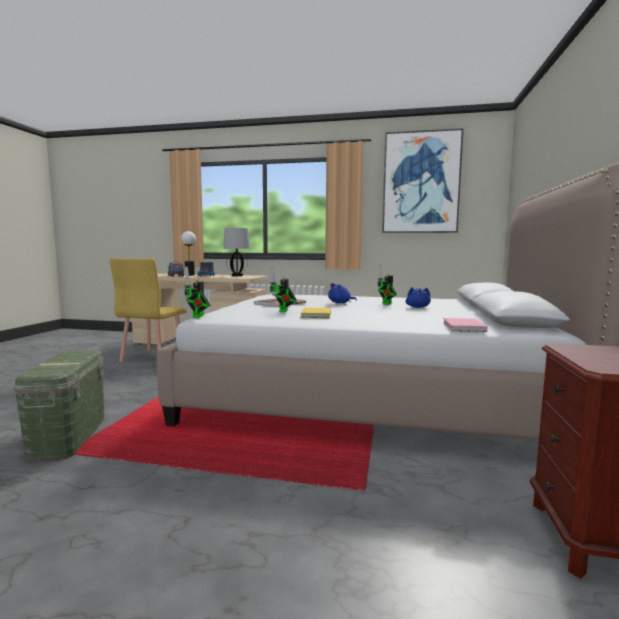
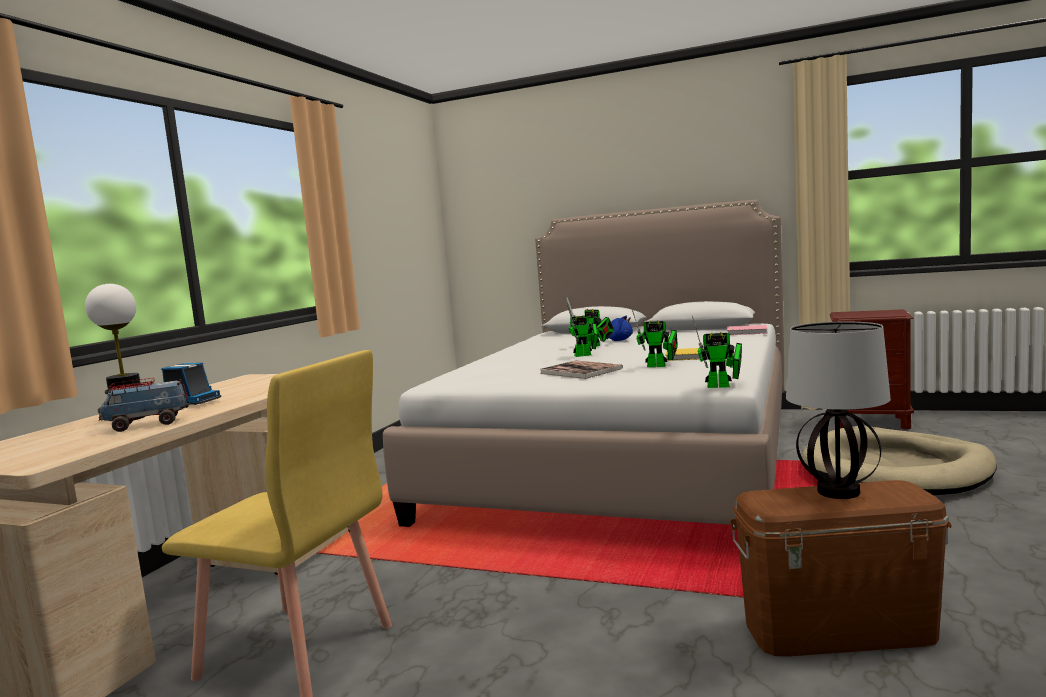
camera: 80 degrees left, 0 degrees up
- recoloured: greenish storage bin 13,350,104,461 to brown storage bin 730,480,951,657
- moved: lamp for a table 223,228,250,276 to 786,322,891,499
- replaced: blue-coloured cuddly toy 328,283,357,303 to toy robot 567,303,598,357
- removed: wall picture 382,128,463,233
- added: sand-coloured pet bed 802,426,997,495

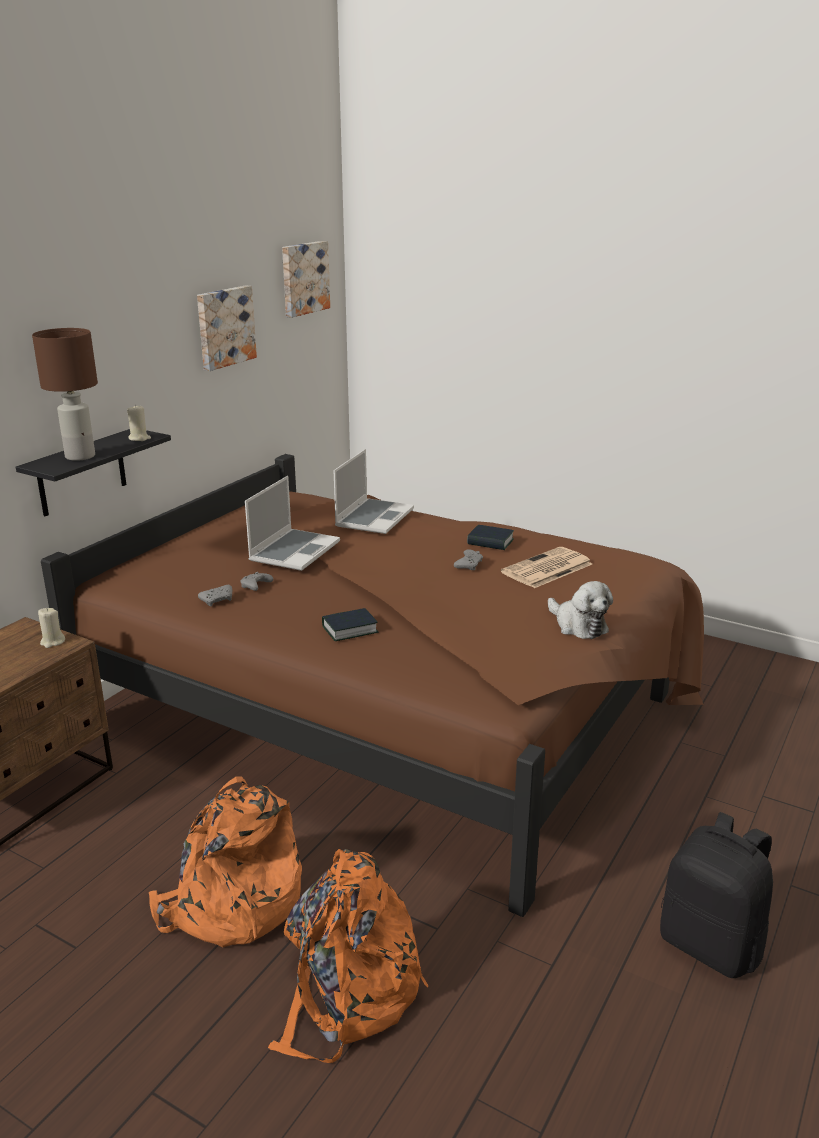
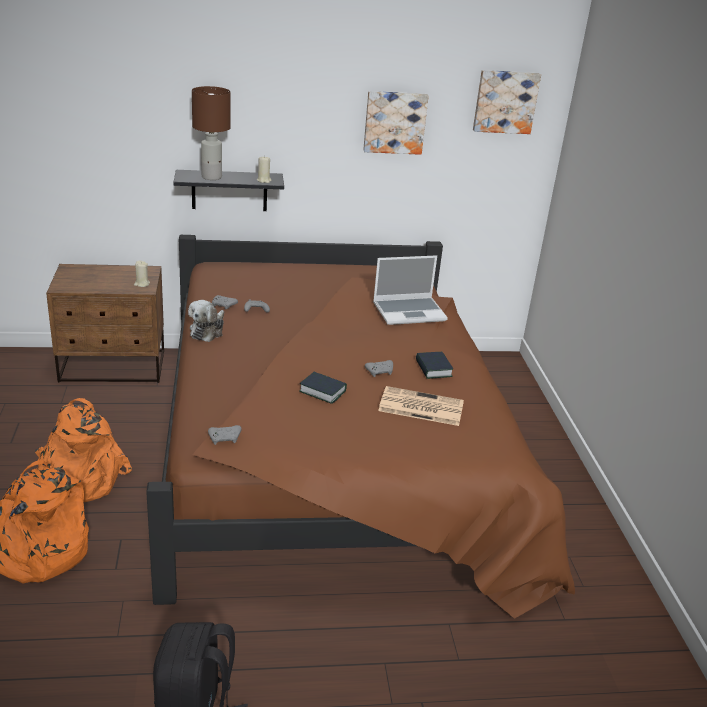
camera: 50 degrees right, 5 degrees up
- removed: notebook computer 245,476,340,571
- moved: book 322,608,379,641 to 299,372,347,404
- moved: cuddly toy 548,581,613,639 to 188,300,224,342
- added: grey game controller 208,425,242,445

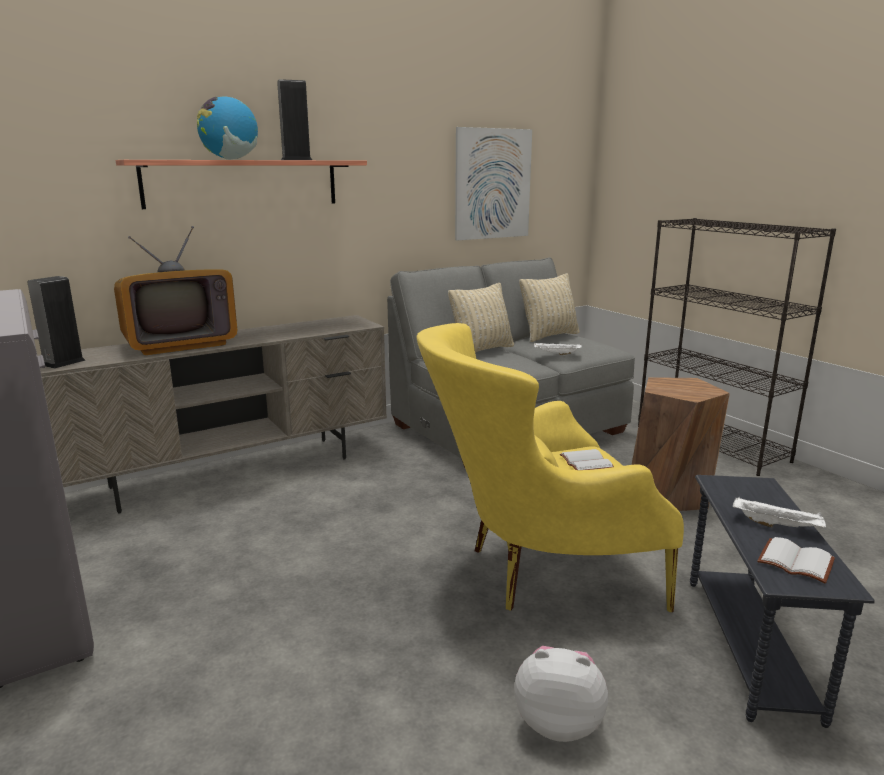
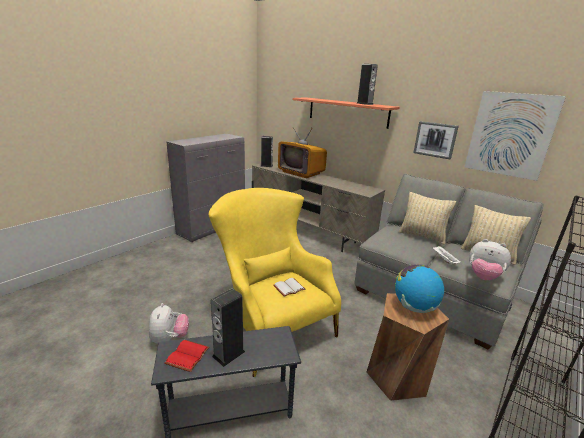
camera: 70 degrees right, 5 degrees up
- moved: desk globe 197,97,258,160 to 395,264,444,313
- replaced: white serving tray 733,497,826,528 to audio speaker 211,288,245,367
- recoloured: white book 757,537,835,584 to red book 165,340,209,372
- added: wall picture 413,121,459,159
- added: cuddly toy 469,239,511,280

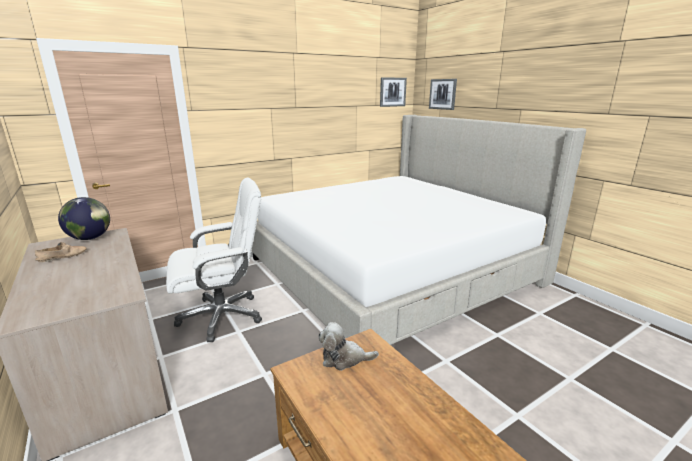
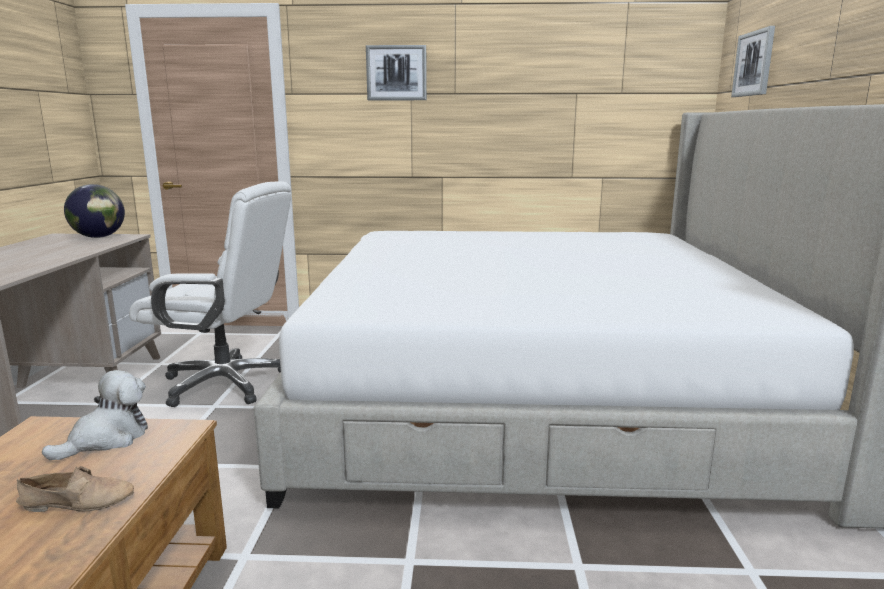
camera: 35 degrees right, 5 degrees down
- moved: sand-coloured item of footwear 35,242,87,262 to 16,466,134,512
- turned: cuddly toy 318,322,379,371 = 42,370,148,460 90 degrees clockwise
- moved: wall picture 380,77,407,107 to 366,45,427,100

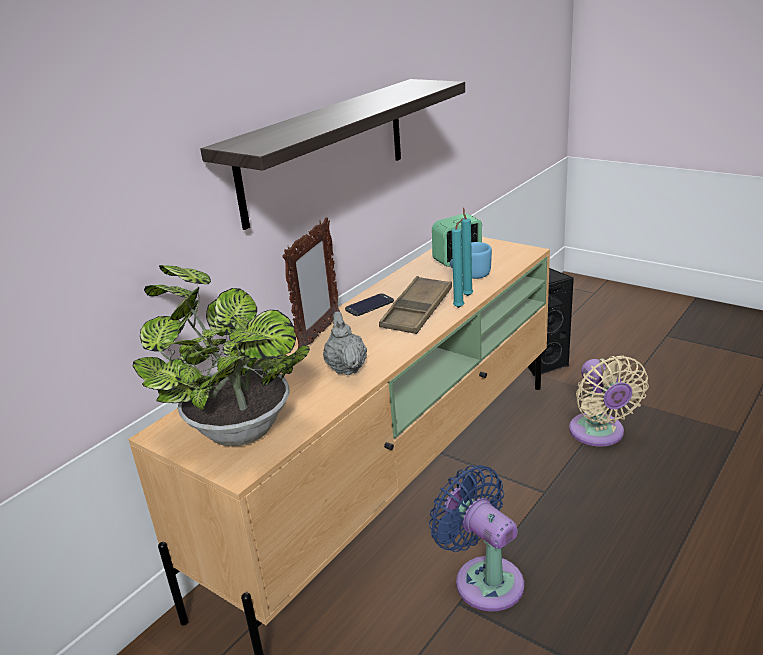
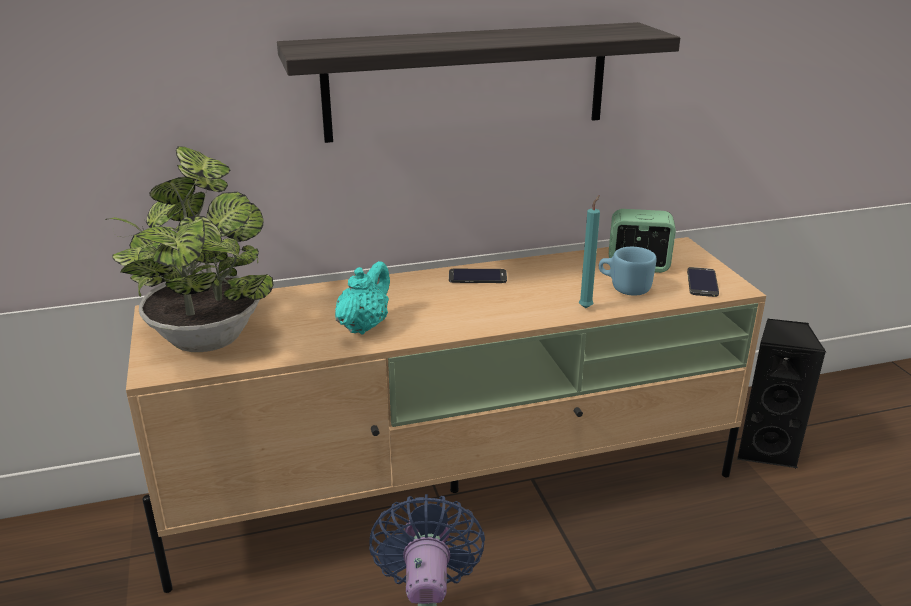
camera: 35 degrees right, 0 degrees up
- removed: picture frame 282,218,340,348
- recoloured: grey pot for tea 323,311,367,375 to blue-green pot for tea 335,261,390,334
- removed: brown serving tray 379,276,452,334
- removed: blue-green candle 452,218,464,308
- removed: sand-coloured cooling fan 569,355,649,447
- added: phone 687,267,719,297

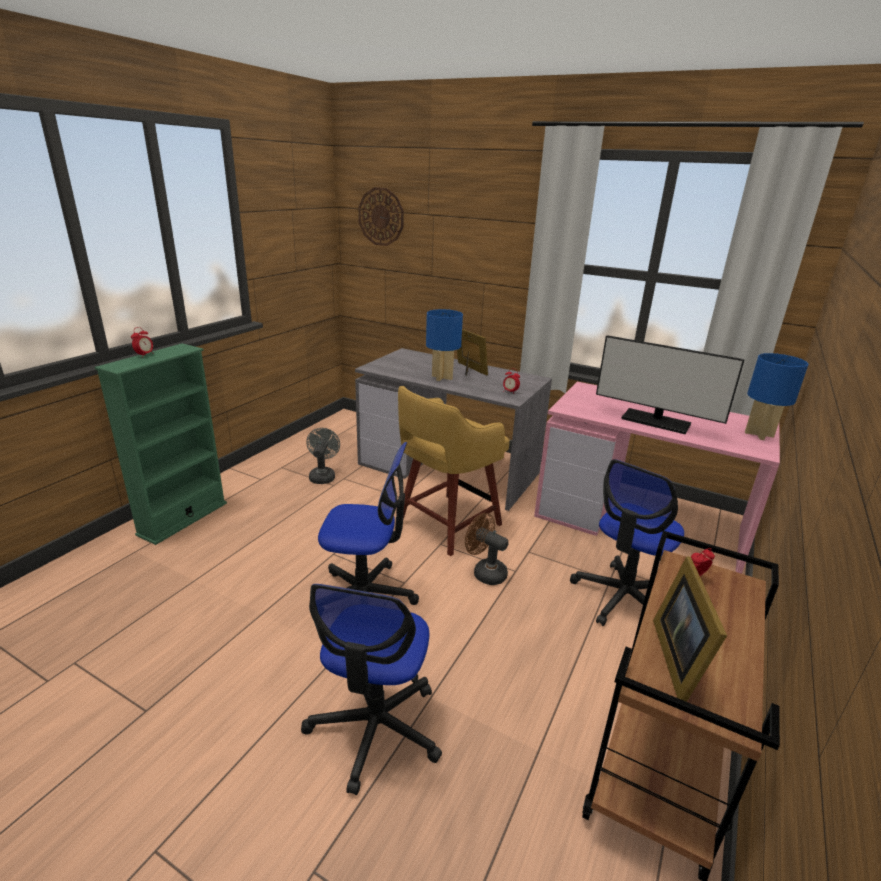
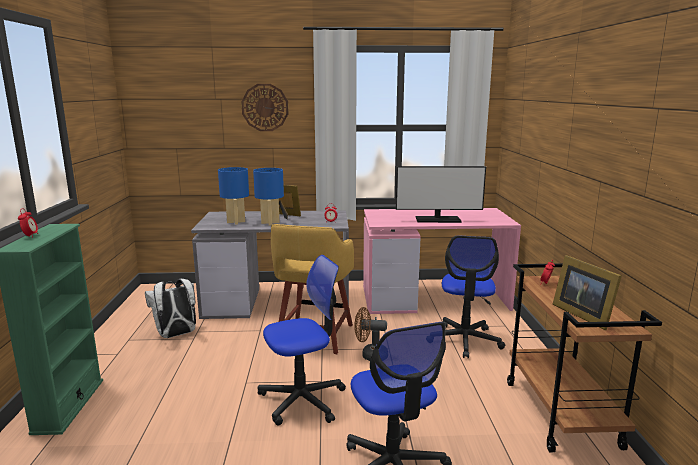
camera: 30 degrees left, 10 degrees down
- replaced: grey cooling fan 306,428,340,484 to white rucksack 145,279,196,338
- moved: wall clock 358,187,404,246 to 241,84,289,131
- moved: blue-coloured lamp for a table 745,353,808,440 to 218,167,249,225

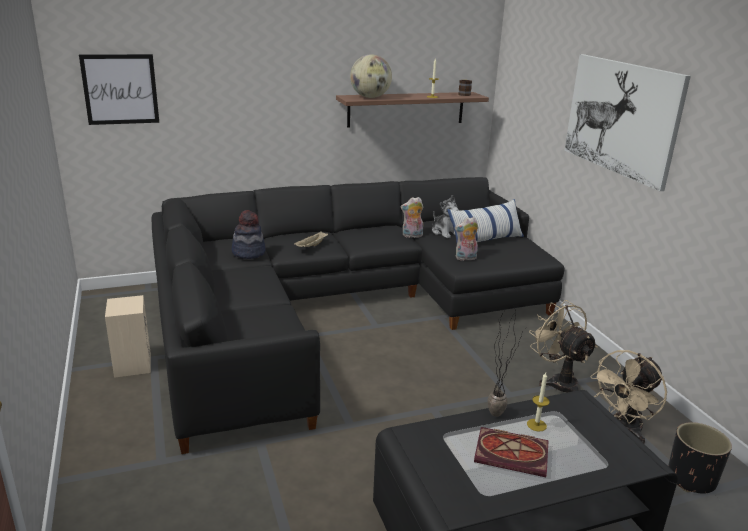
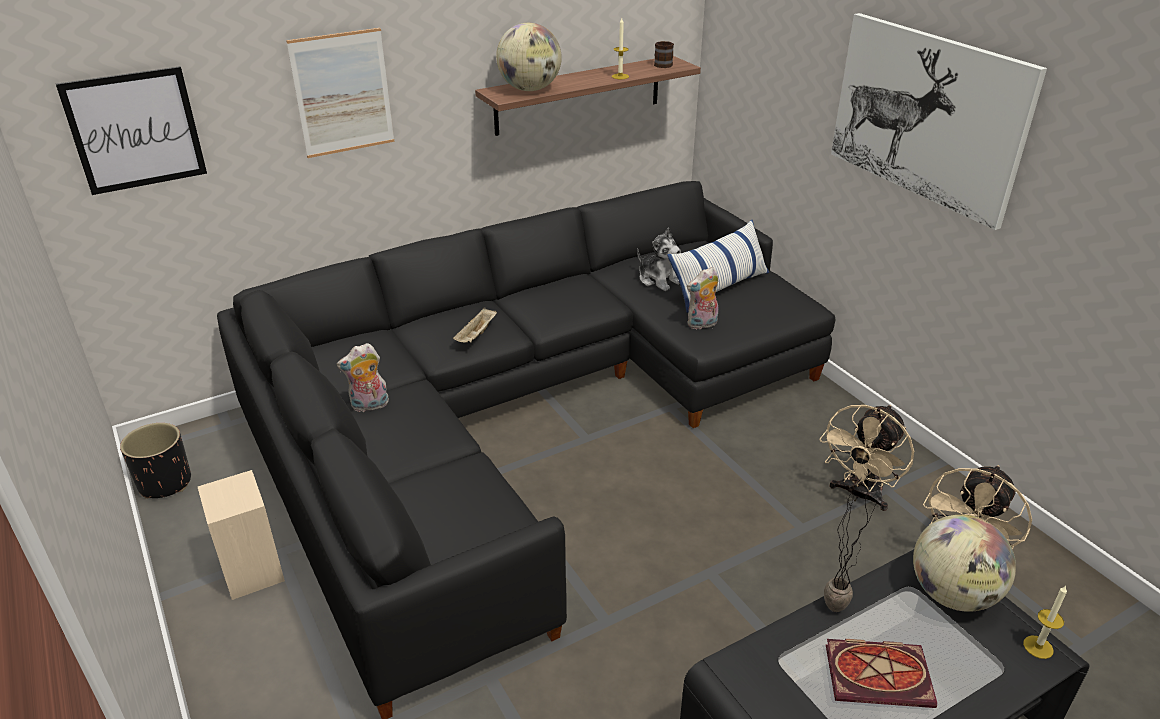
camera: 10 degrees left, 10 degrees up
- removed: clothing hat 232,210,266,259
- moved: cuddly toy 401,197,423,238 to 337,343,389,413
- moved: candle 527,372,550,431 to 1023,586,1067,659
- turned: sand-coloured cooling fan 529,300,598,393 = 819,405,914,511 105 degrees counterclockwise
- moved: blackish flower pot 668,422,732,494 to 120,423,191,499
- added: wall picture 286,28,395,158
- added: desk globe 913,515,1016,612

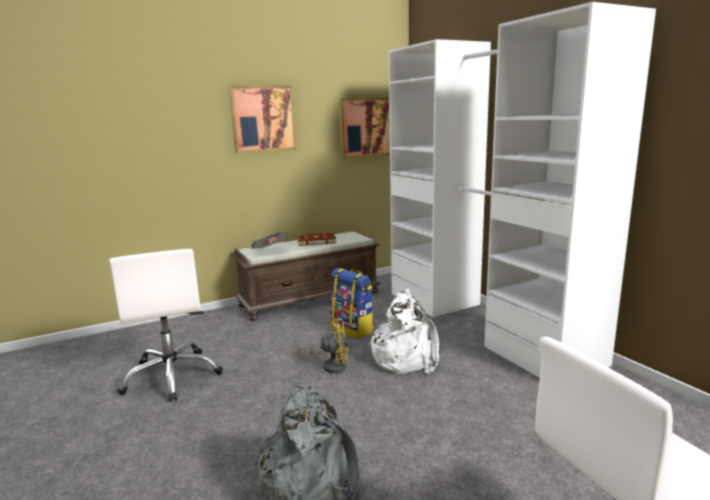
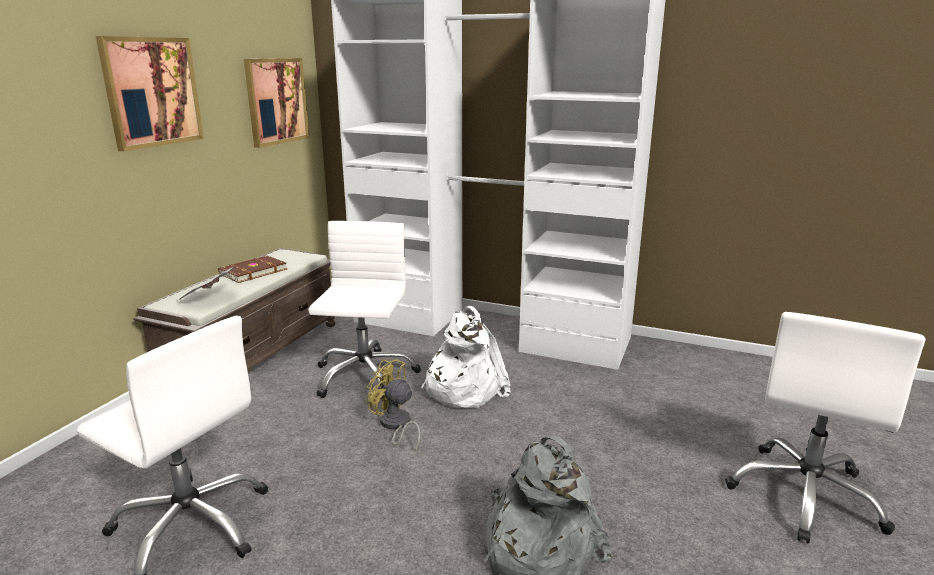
camera: 40 degrees left, 5 degrees up
- turned: yellow-coloured cooling fan 297,319,349,373 = 367,359,420,452 105 degrees counterclockwise
- replaced: rucksack 330,268,374,339 to white office chair 308,221,421,399

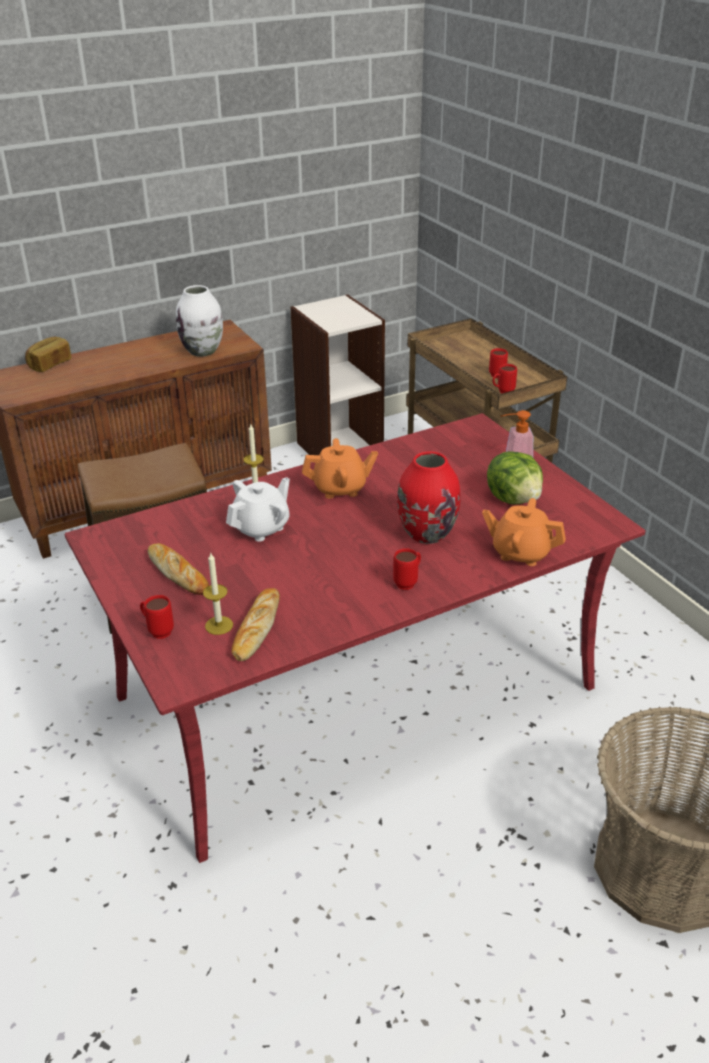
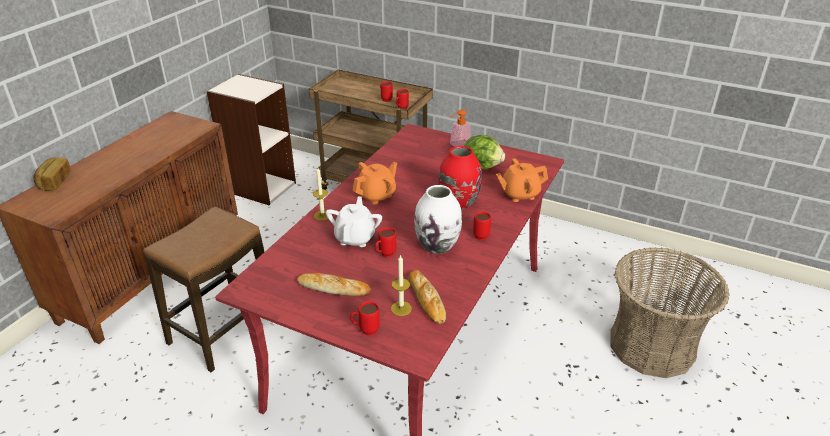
camera: 35 degrees left, 0 degrees up
- moved: white decorative vase 176,285,223,357 to 414,185,462,254
- added: red mug 375,228,396,257

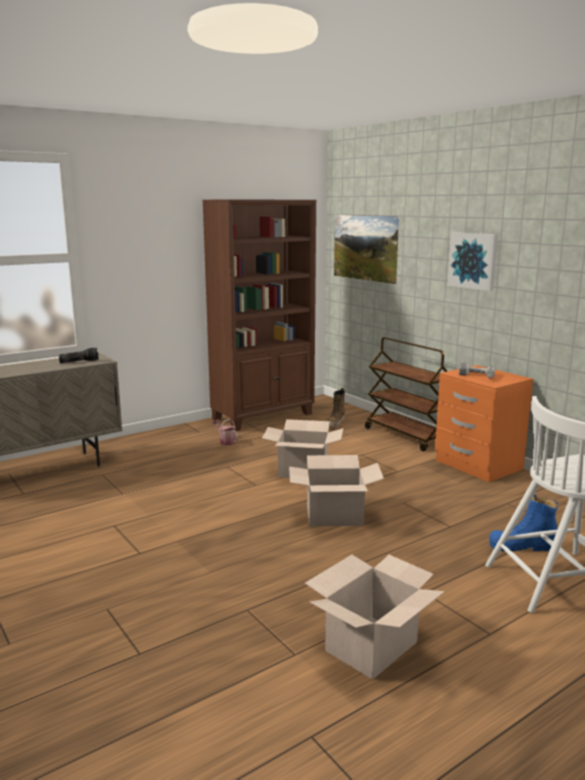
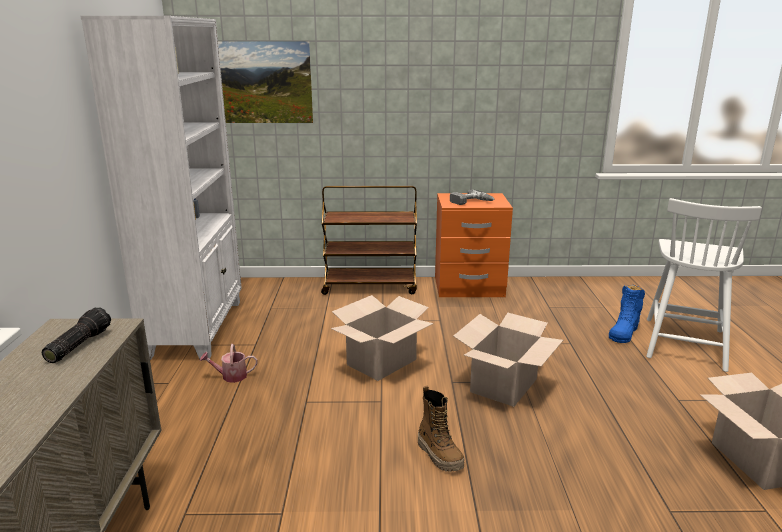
camera: 55 degrees left, 5 degrees up
- recoloured: brown shelving unit 202,199,316,431 to white shelving unit 80,16,242,360
- moved: high-top boot 326,388,345,427 to 418,386,464,472
- removed: wall picture 448,232,498,291

